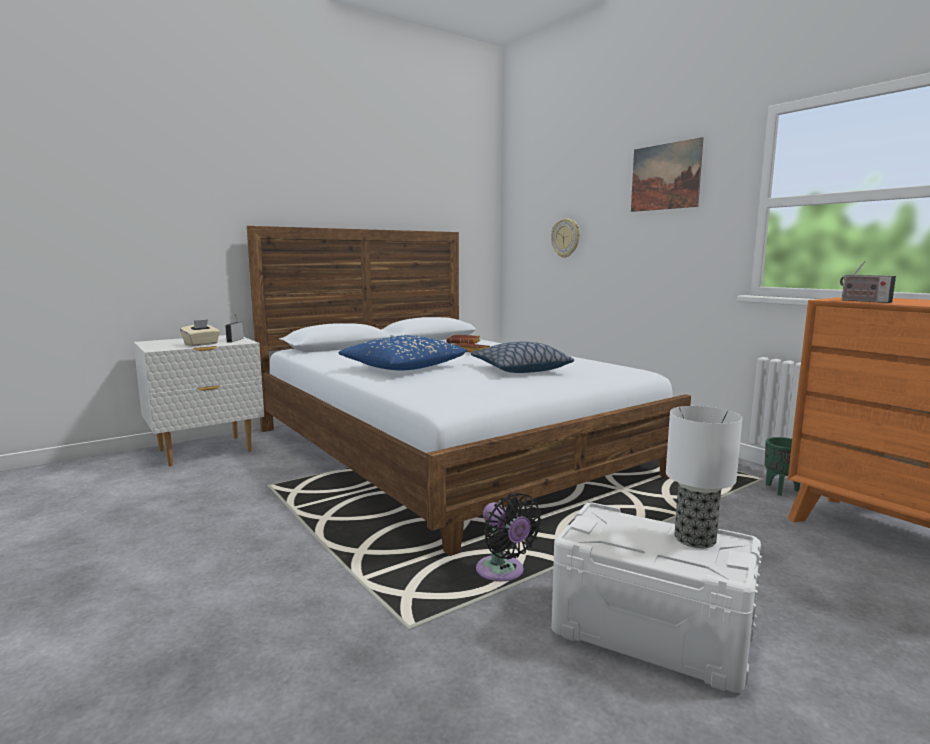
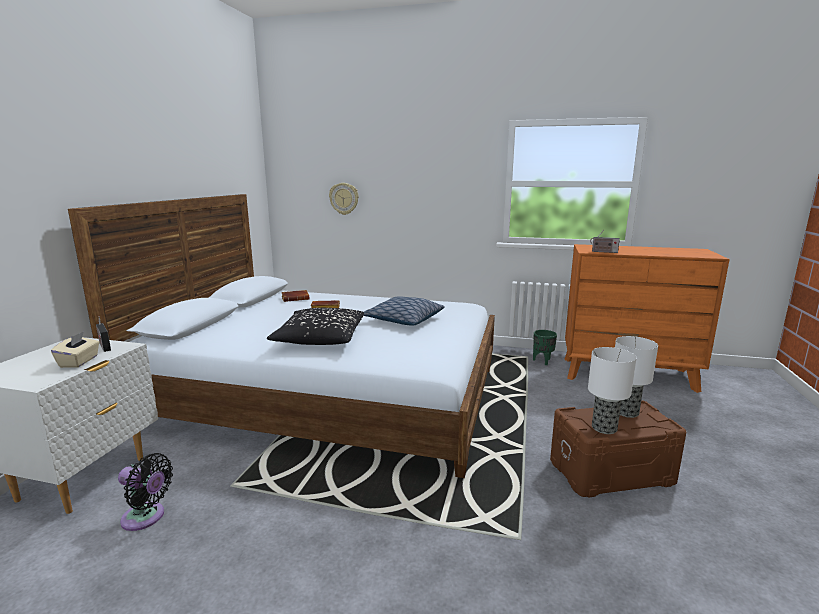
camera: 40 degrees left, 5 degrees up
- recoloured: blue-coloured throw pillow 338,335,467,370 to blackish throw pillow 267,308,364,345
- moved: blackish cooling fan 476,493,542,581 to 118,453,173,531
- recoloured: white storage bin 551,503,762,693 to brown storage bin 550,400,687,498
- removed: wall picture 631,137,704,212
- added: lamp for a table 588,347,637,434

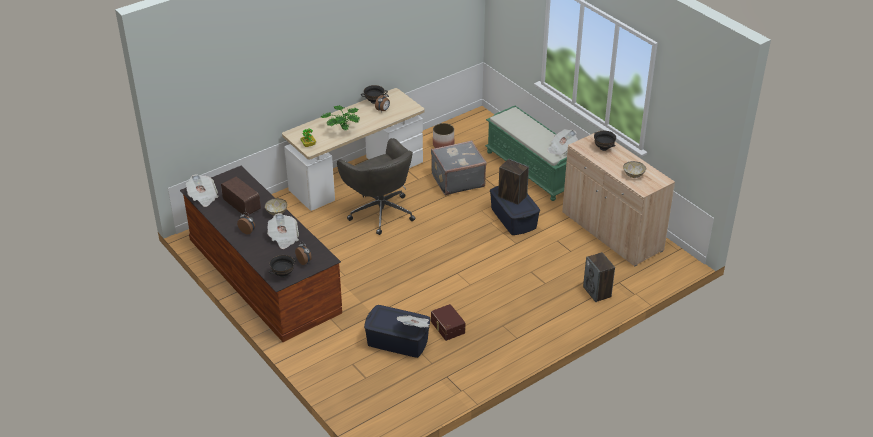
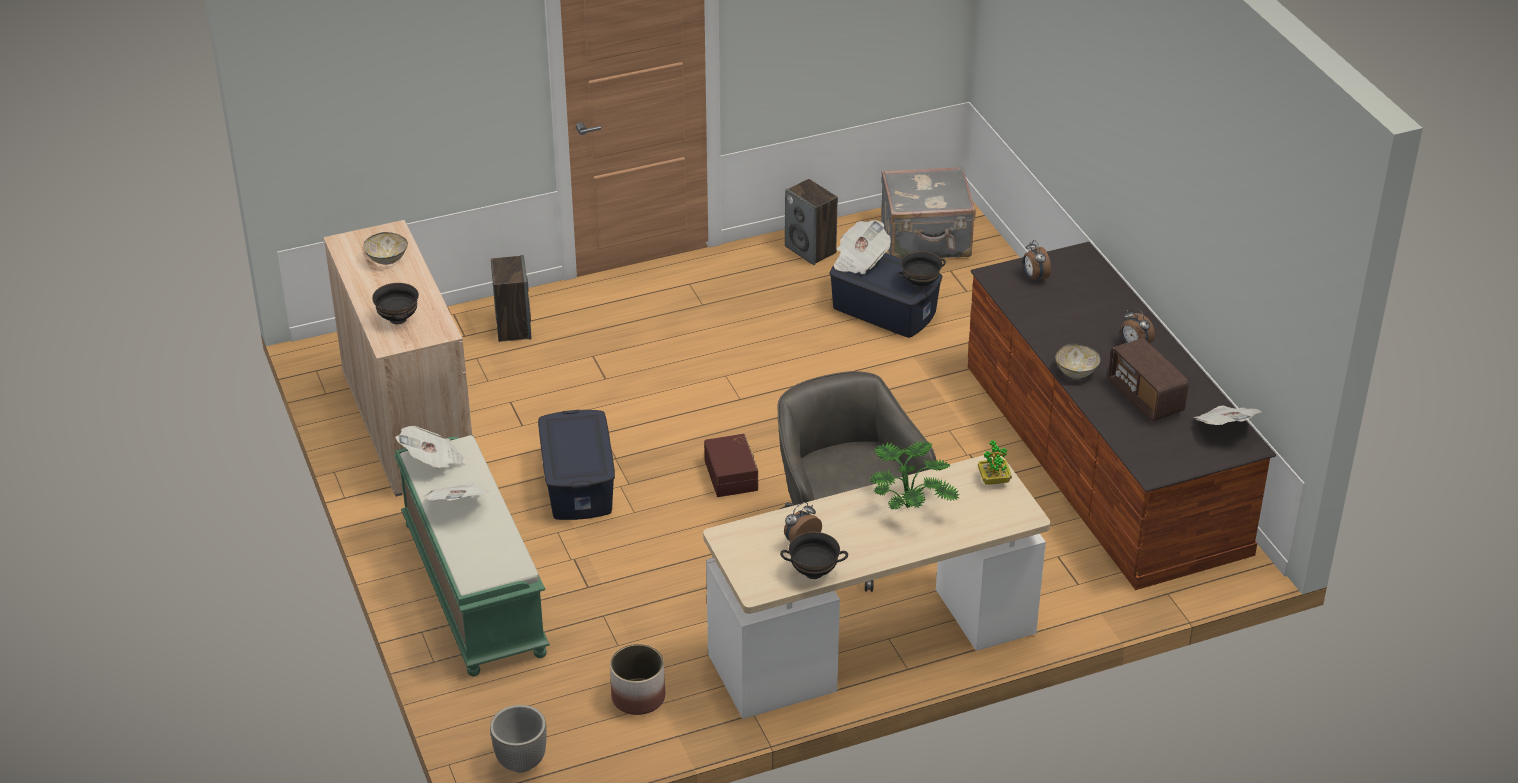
camera: 165 degrees left, 0 degrees up
- moved: newspaper 267,213,299,249 to 424,483,488,501
- moved: blackish deep dish 268,255,296,277 to 897,251,946,289
- moved: grey piece of luggage 431,140,487,195 to 881,166,976,259
- moved: brown storage bin 431,304,466,341 to 704,434,758,497
- moved: audio speaker 498,158,529,205 to 785,179,838,265
- added: flower pot 490,705,547,772

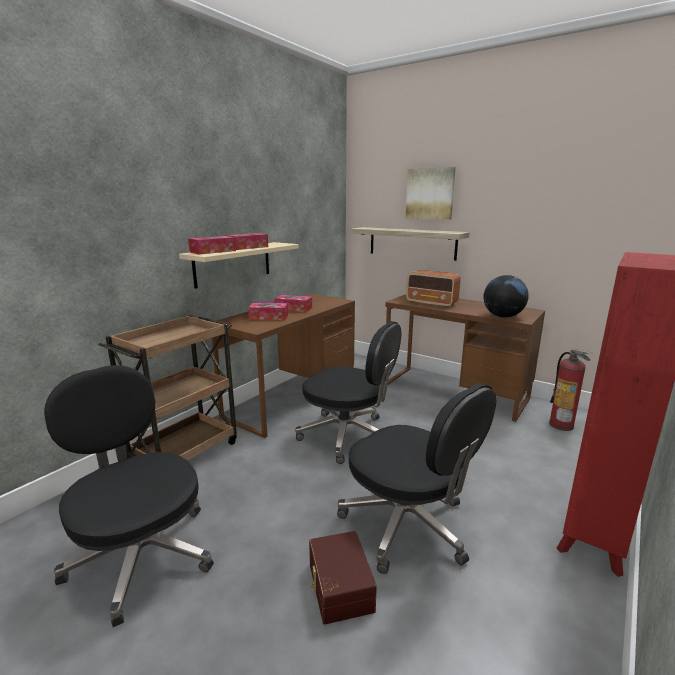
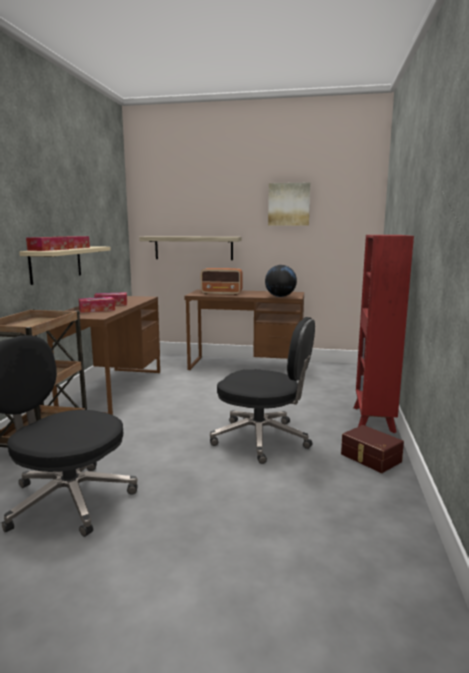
camera: 25 degrees left, 5 degrees down
- removed: blackish office chair 295,321,401,464
- moved: brown storage bin 309,531,377,625 to 341,425,404,473
- moved: wall picture 406,167,456,220 to 268,183,310,226
- removed: fire-fighting cylinder 549,349,592,431

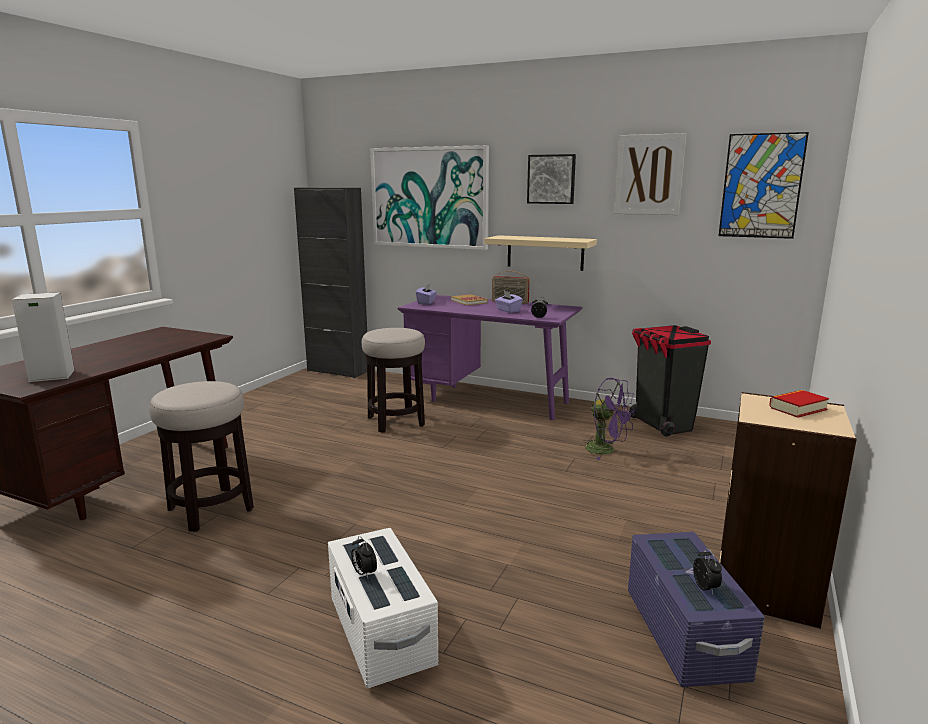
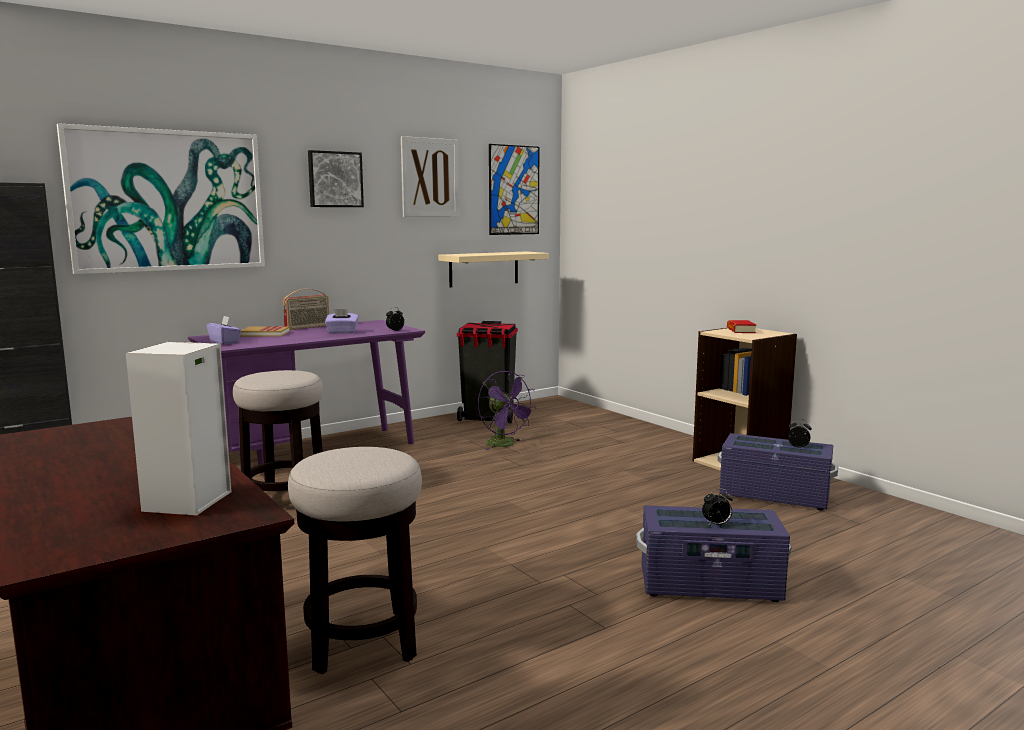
camera: 60 degrees left, 5 degrees down
- recoloured: white storage bin 328,528,438,688 to purple storage bin 636,505,791,602
- moved: sand-coloured shelf 484,235,597,271 to 438,251,549,287
- turned: purple cooling fan 583,378,636,460 = 478,371,536,450 75 degrees clockwise

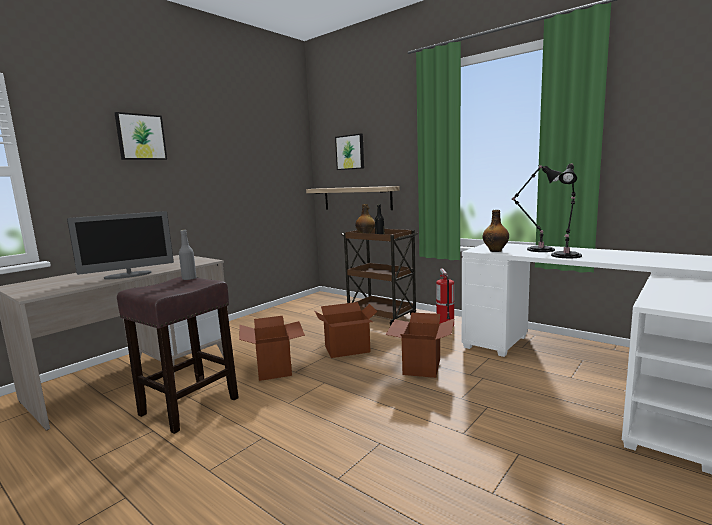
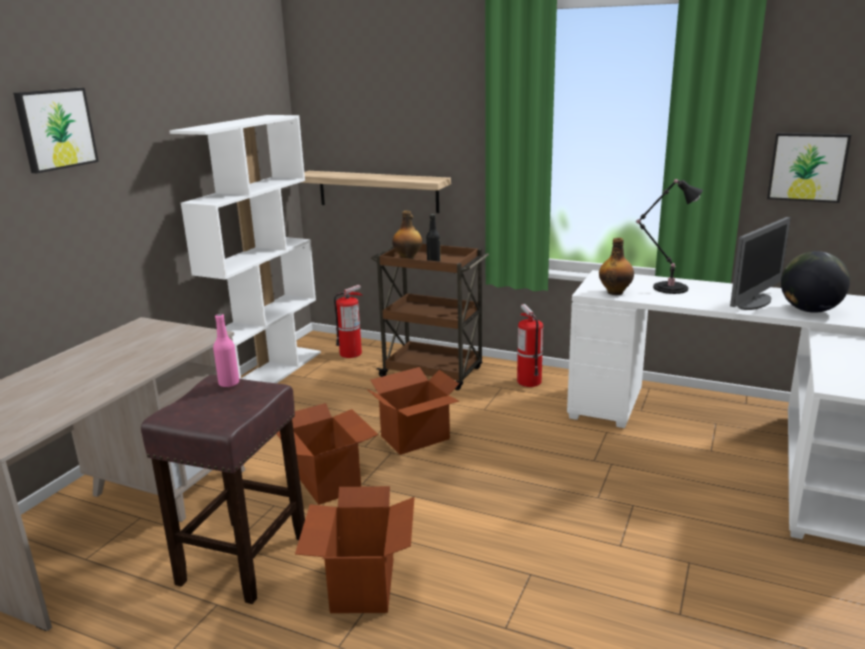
camera: 15 degrees left, 10 degrees up
- moved: computer screen 67,211,174,279 to 730,217,791,310
- recoloured: grey bottle 179,230,197,280 to pinkish bottle 213,314,239,387
- moved: wall picture 335,134,364,170 to 767,133,851,203
- moved: carton 386,313,454,378 to 295,486,415,613
- removed: blackish lamp for a table 551,163,582,258
- added: white shelving unit 170,115,321,383
- added: fire-fighting cylinder 334,285,363,358
- added: desk globe 781,251,850,313

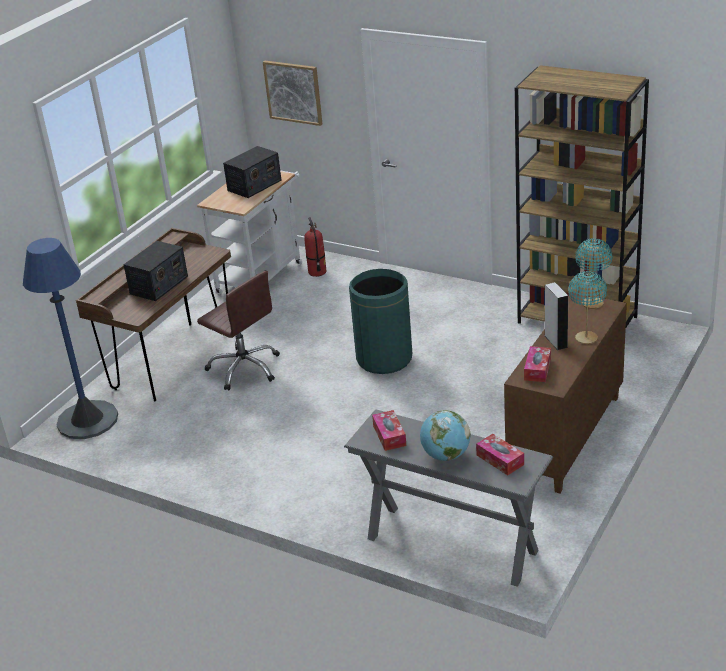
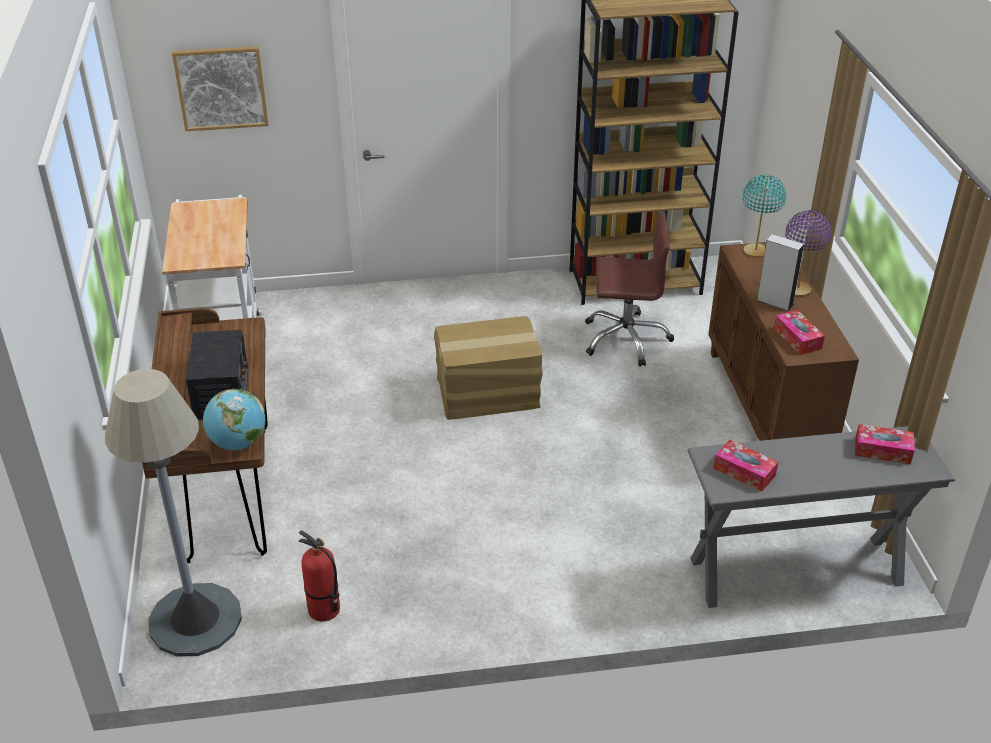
camera: 40 degrees left, 5 degrees up
- recoloured: blue-coloured standing lamp 23,238,118,439 to grey standing lamp 105,369,242,657
- moved: brown office chair 197,271,280,390 to 585,211,674,367
- removed: radio 223,146,281,198
- moved: fire-fighting cylinder 304,217,326,277 to 299,530,340,622
- replaced: greenish rubbish bin 349,269,412,374 to carton 434,316,543,420
- moved: desk globe 420,410,471,461 to 203,389,265,450
- recoloured: blue-green lamp for a table 568,271,607,344 to purple lamp for a table 785,210,832,296

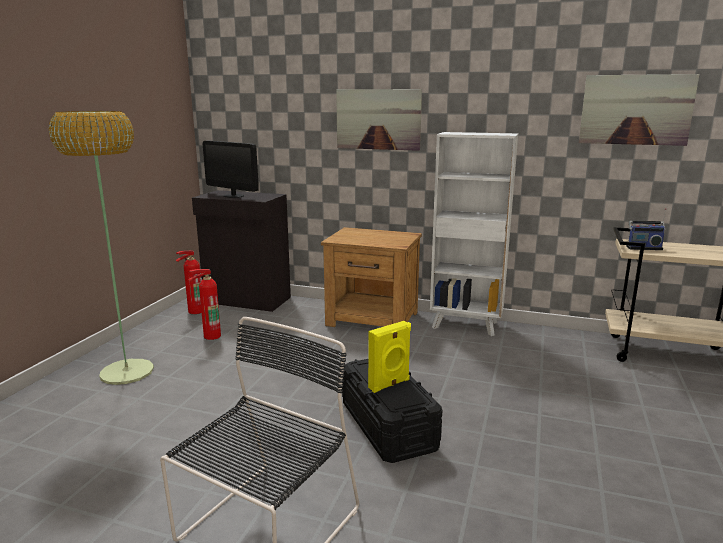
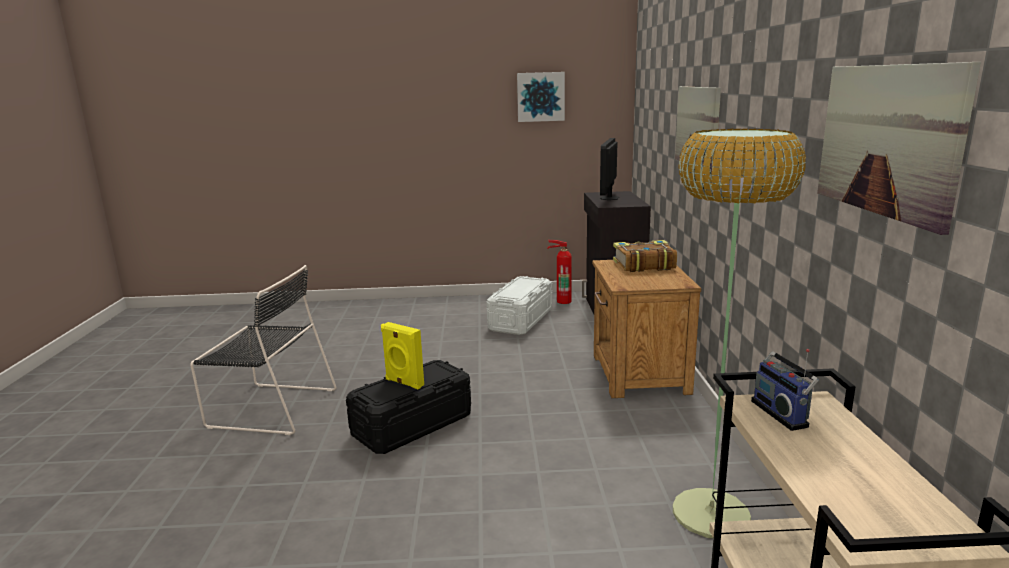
camera: 70 degrees right, 0 degrees up
- moved: standing lamp 49,111,154,385 to 673,129,806,538
- replaced: fire-fighting cylinder 189,269,221,340 to white storage bin 486,276,553,335
- removed: white shelving unit 430,132,518,336
- added: wall picture 517,72,565,122
- added: book 613,240,677,272

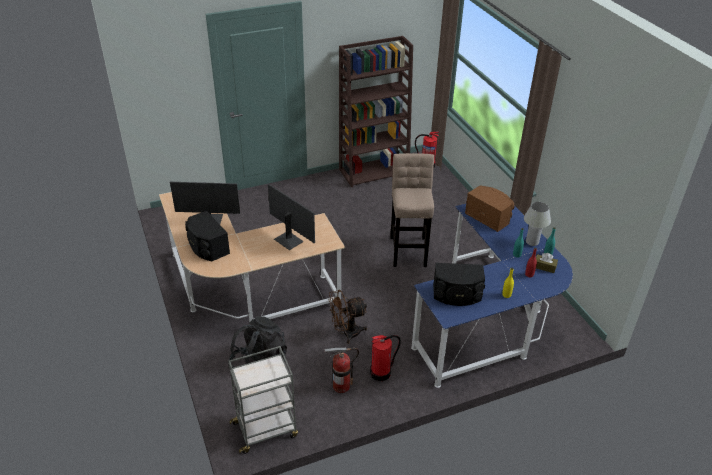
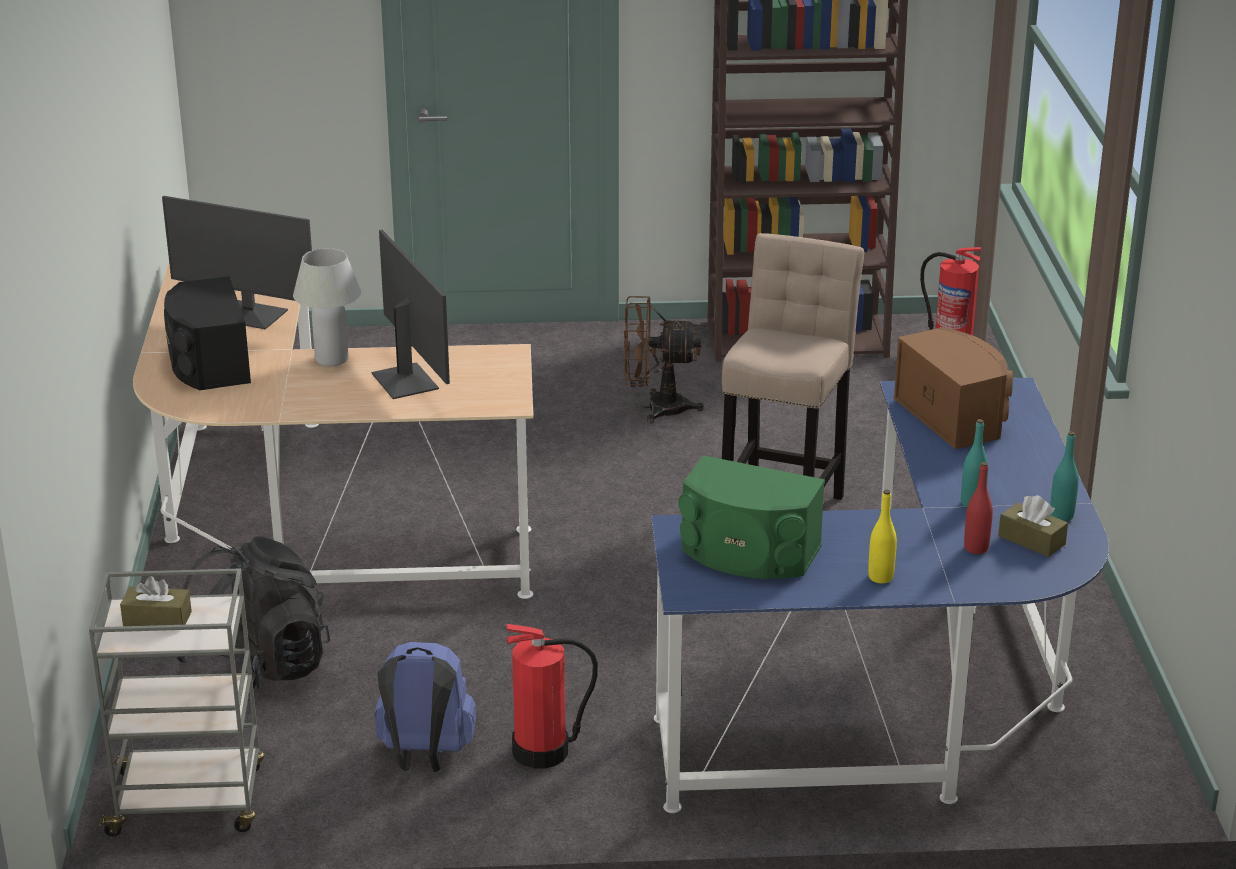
camera: 20 degrees right, 10 degrees down
- replaced: fire-fighting cylinder 324,348,359,393 to blue-coloured rucksack 375,642,476,772
- moved: brown cooling fan 329,290,367,344 to 624,296,704,424
- recoloured: blackish audio speaker 433,263,485,306 to greenish audio speaker 678,455,825,579
- moved: white lamp for a table 524,202,551,246 to 293,248,361,366
- added: brown tissue holder 120,576,192,626

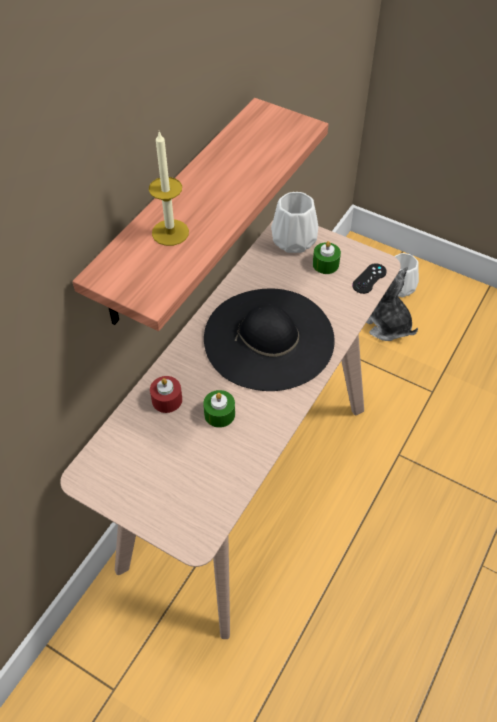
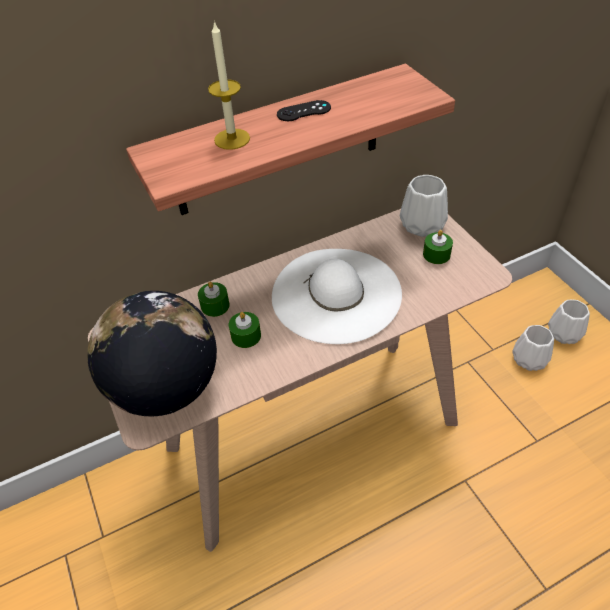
camera: 35 degrees right, 5 degrees down
- recoloured: red candle 150,376,182,413 to greenish candle 198,282,230,317
- recoloured: blackish clothing hat 204,288,335,391 to white clothing hat 272,249,402,344
- moved: blackish game controller 352,263,387,294 to 277,100,331,121
- replaced: cuddly toy 366,267,418,341 to white decorative vase 512,325,554,371
- added: desk globe 87,291,217,416

